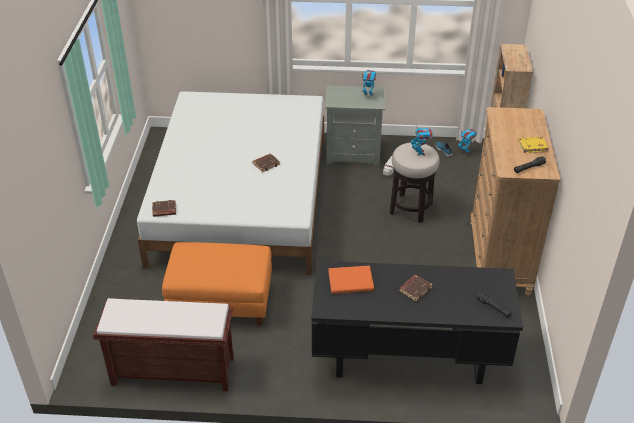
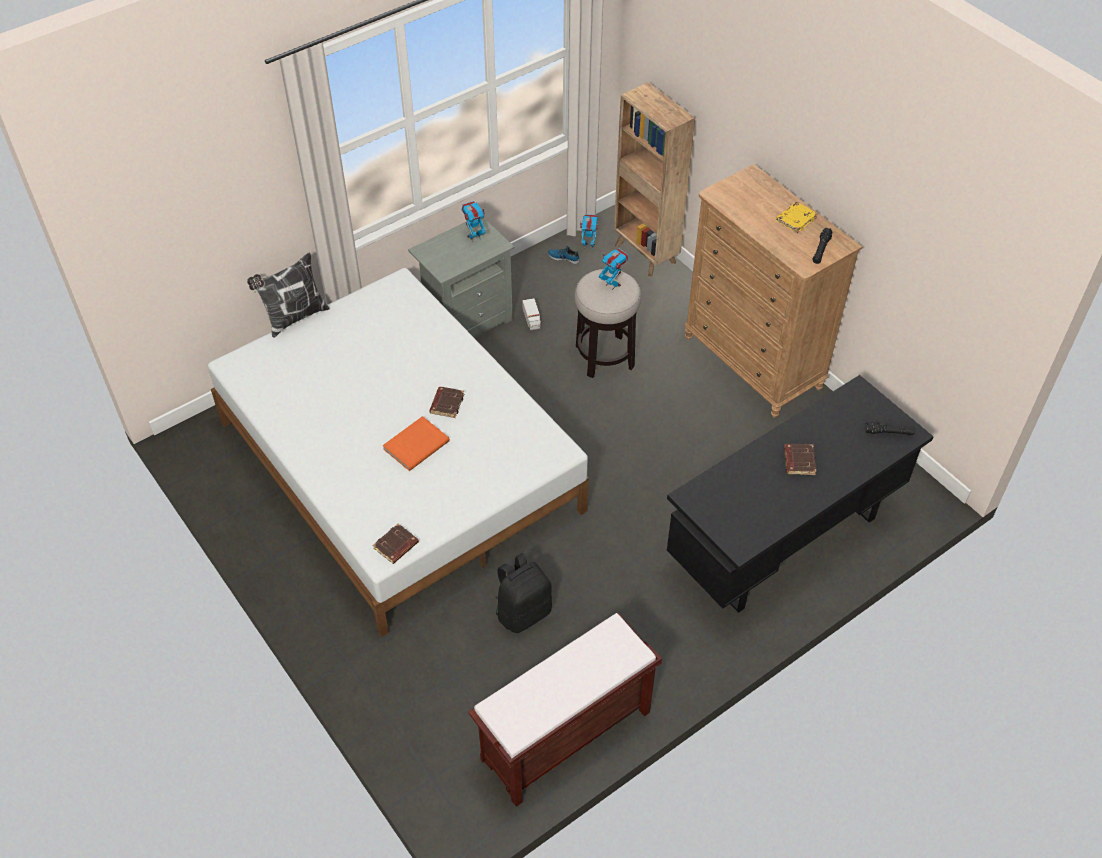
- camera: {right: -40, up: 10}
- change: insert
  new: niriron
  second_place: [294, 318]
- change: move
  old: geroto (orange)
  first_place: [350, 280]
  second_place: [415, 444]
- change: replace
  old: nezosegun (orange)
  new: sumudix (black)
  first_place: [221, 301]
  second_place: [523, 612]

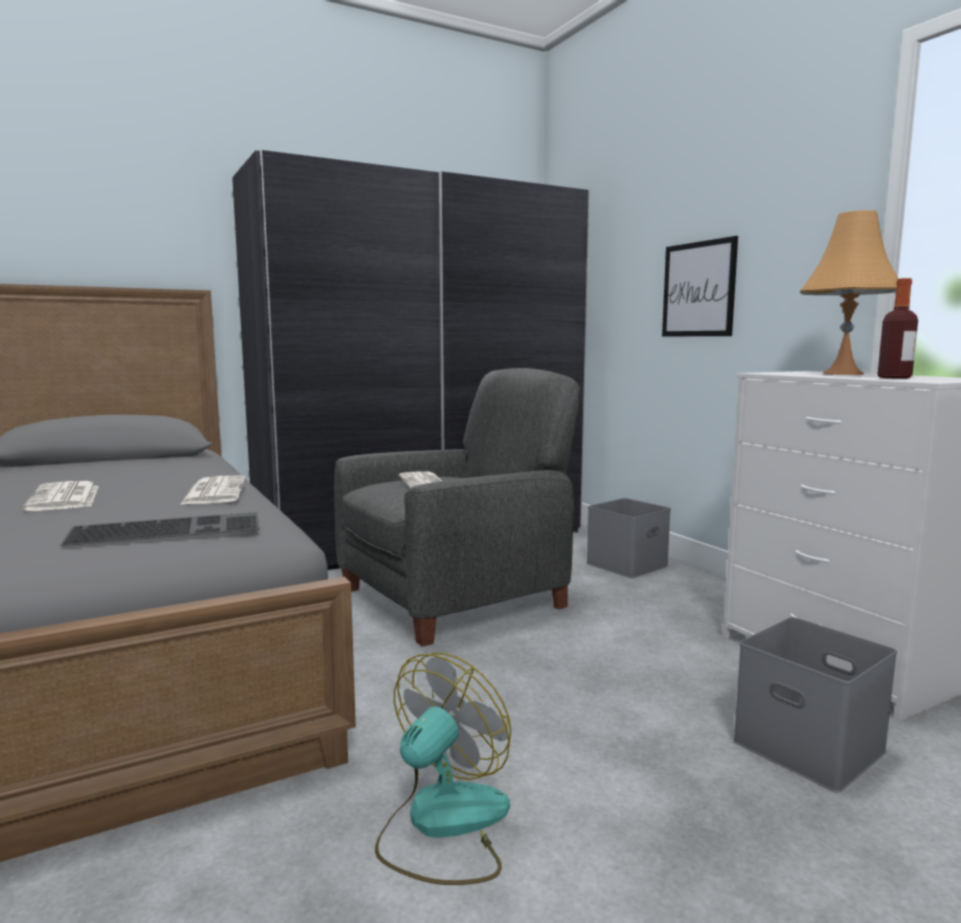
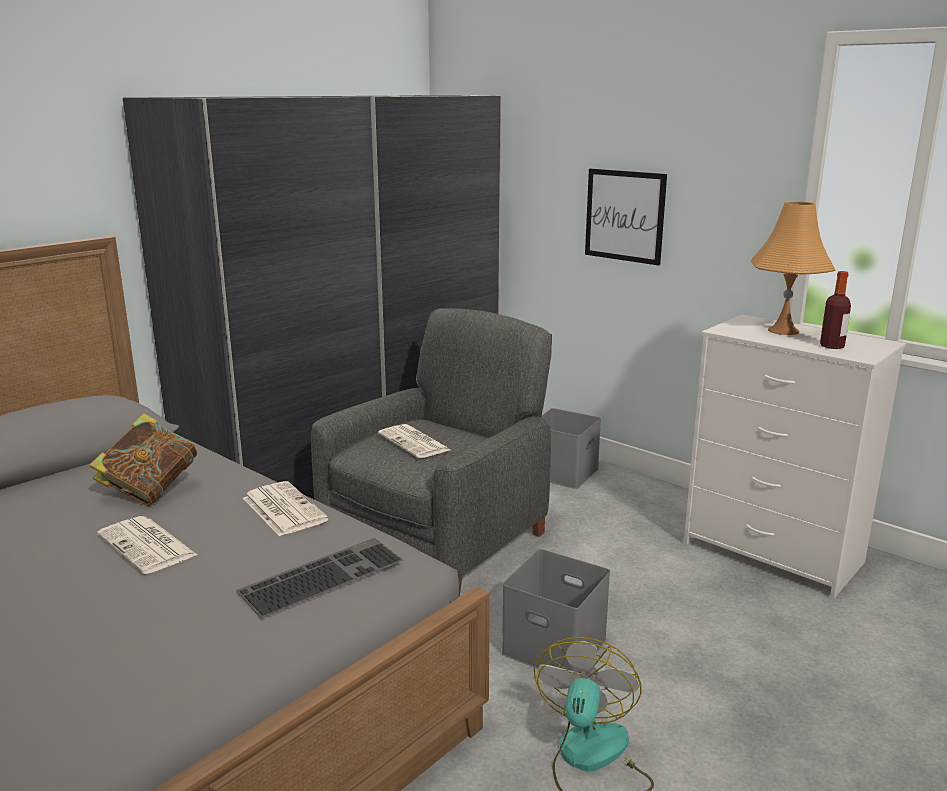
- camera: {right: -20, up: 10}
- change: insert
  new: geroto
  second_place: [150, 490]
- change: move
  old: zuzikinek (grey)
  first_place: [812, 746]
  second_place: [557, 646]

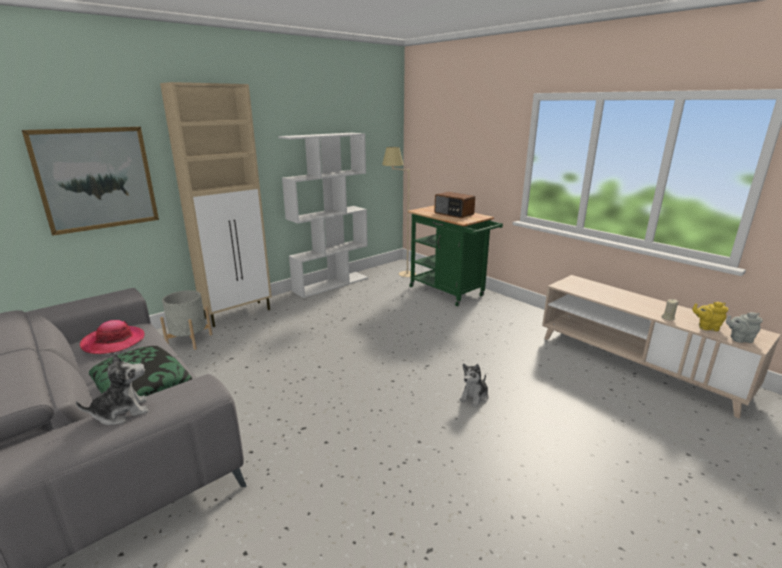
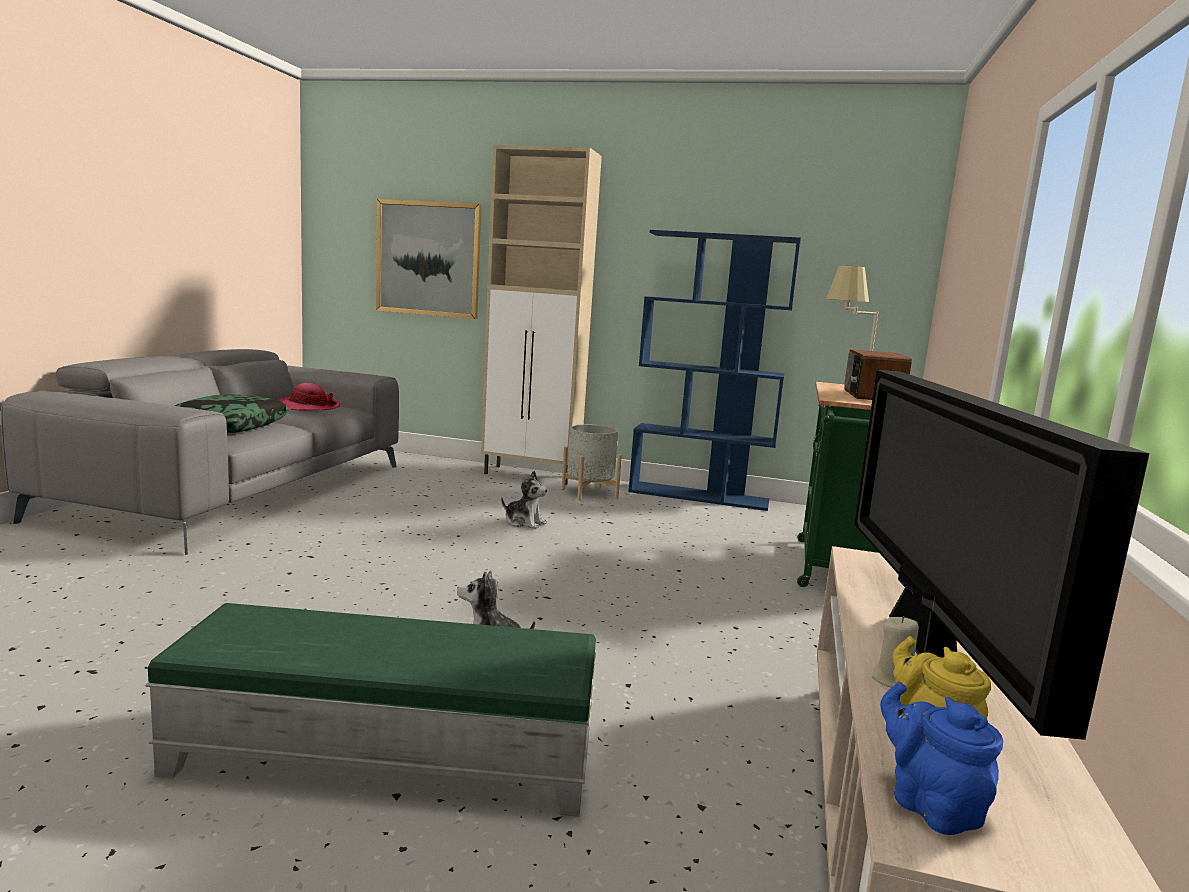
- camera: {right: 55, up: -10}
- change: insert
  new: nezosegun (green)
  second_place: [386, 753]
- change: insert
  new: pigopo
  second_place: [922, 642]
- change: move
  old: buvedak
  first_place: [122, 412]
  second_place: [524, 523]
- change: move
  old: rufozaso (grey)
  first_place: [189, 340]
  second_place: [589, 493]
- change: recolor
  old: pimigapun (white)
  new: pimigapun (blue)
  first_place: [331, 284]
  second_place: [699, 496]
- change: recolor
  old: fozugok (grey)
  new: fozugok (blue)
  first_place: [739, 339]
  second_place: [930, 805]

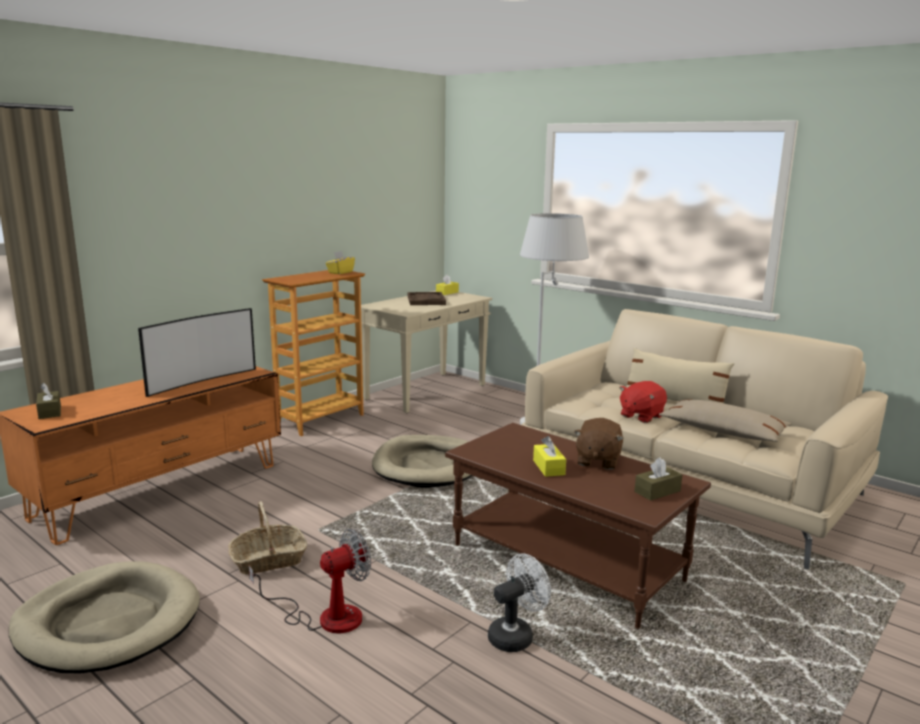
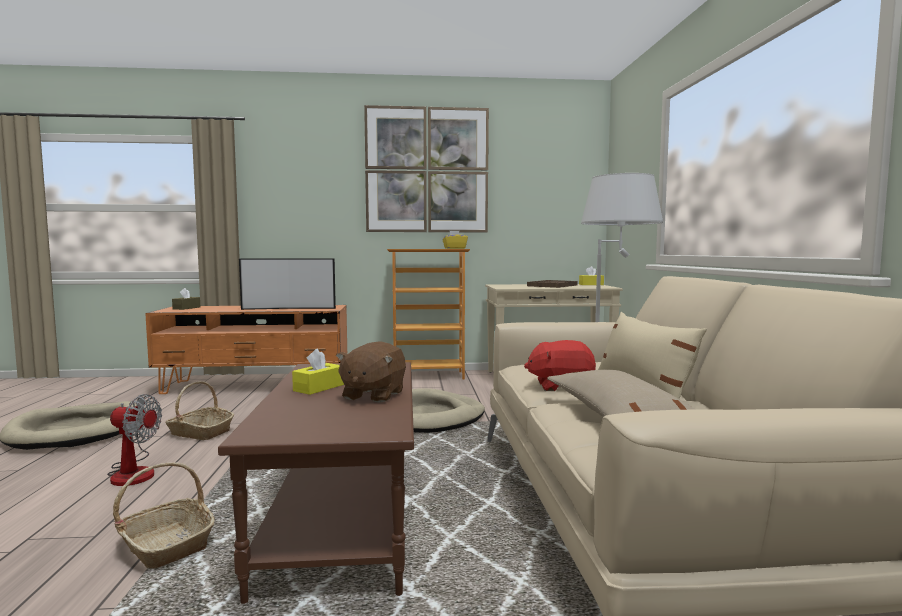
- camera: {right: 45, up: -10}
- change: delete
  old: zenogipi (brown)
  first_place: [657, 491]
- change: insert
  new: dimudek
  second_place: [427, 170]
- change: replace
  old: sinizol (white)
  new: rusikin
  first_place: [515, 635]
  second_place: [165, 545]
- change: rotate
  old: buvedak (brown)
  first_place: [597, 461]
  second_place: [372, 395]
  degrees: -45

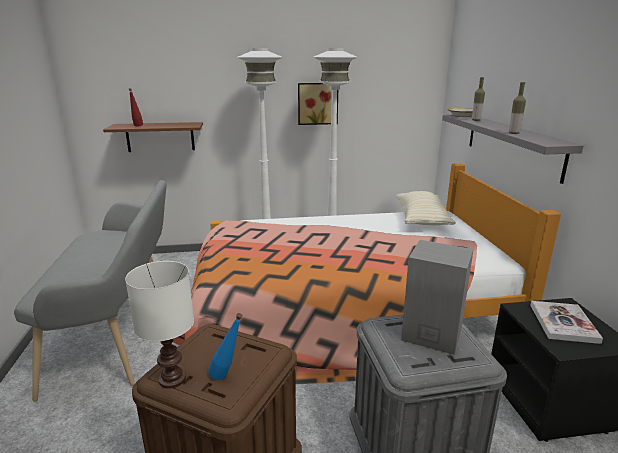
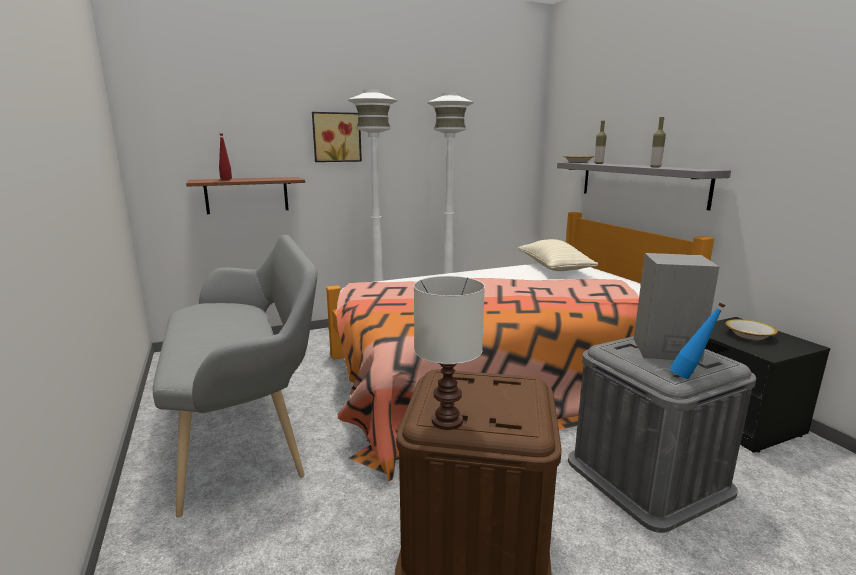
- camera: {right: -15, up: -5}
- change: move
  old: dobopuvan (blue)
  first_place: [228, 377]
  second_place: [690, 376]
- change: move
  old: dimudek
  first_place: [317, 103]
  second_place: [336, 137]
- change: replace
  old: geroto
  new: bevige
  first_place: [563, 323]
  second_place: [749, 335]

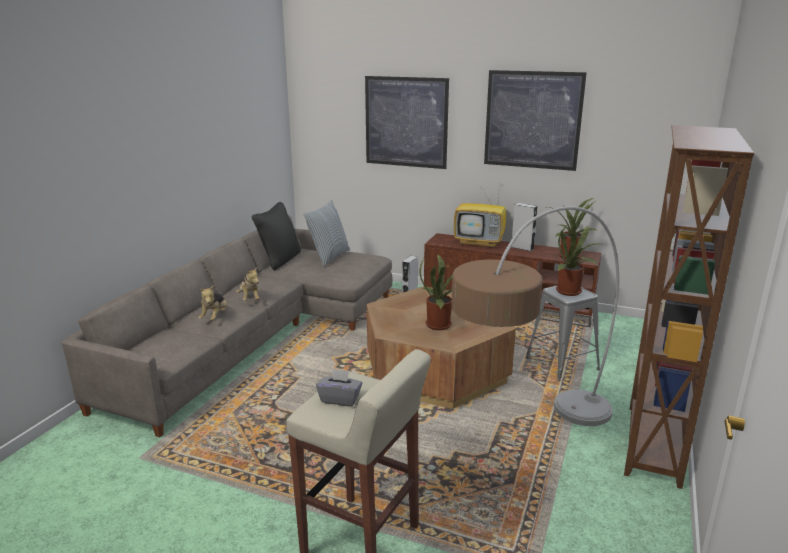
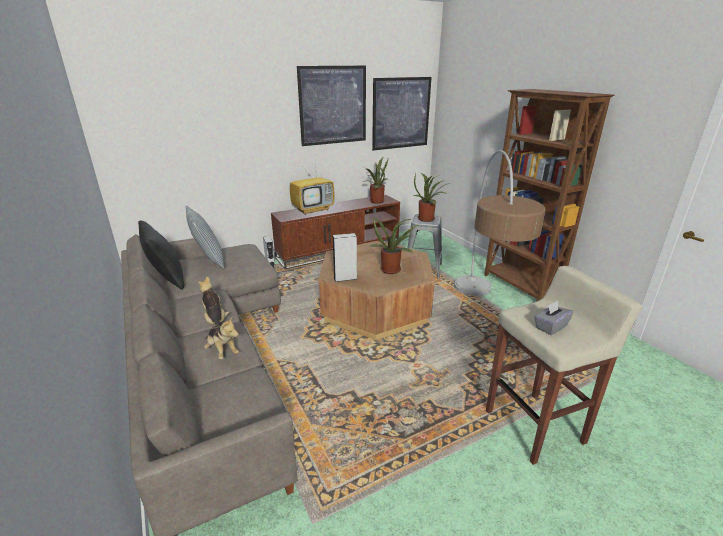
- camera: {right: -50, up: 5}
- change: move
  old: dimudek
  first_place: [406, 122]
  second_place: [401, 113]
- change: move
  old: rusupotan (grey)
  first_place: [522, 248]
  second_place: [345, 278]
- change: rotate
  old: buvedak
  first_place: [249, 298]
  second_place: [215, 320]
  degrees: -135

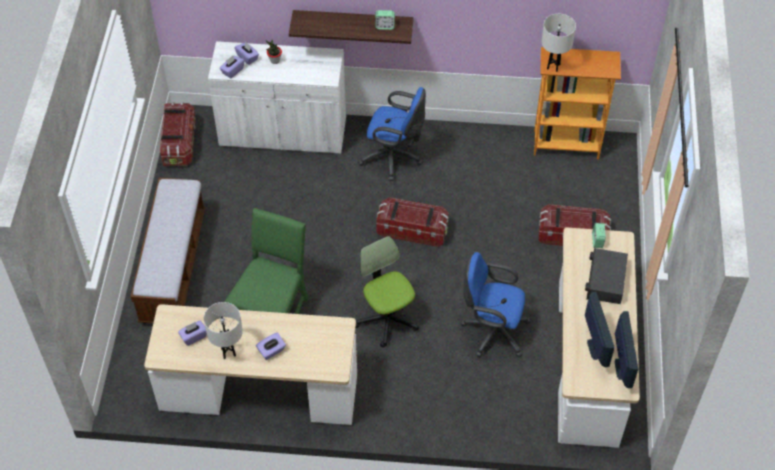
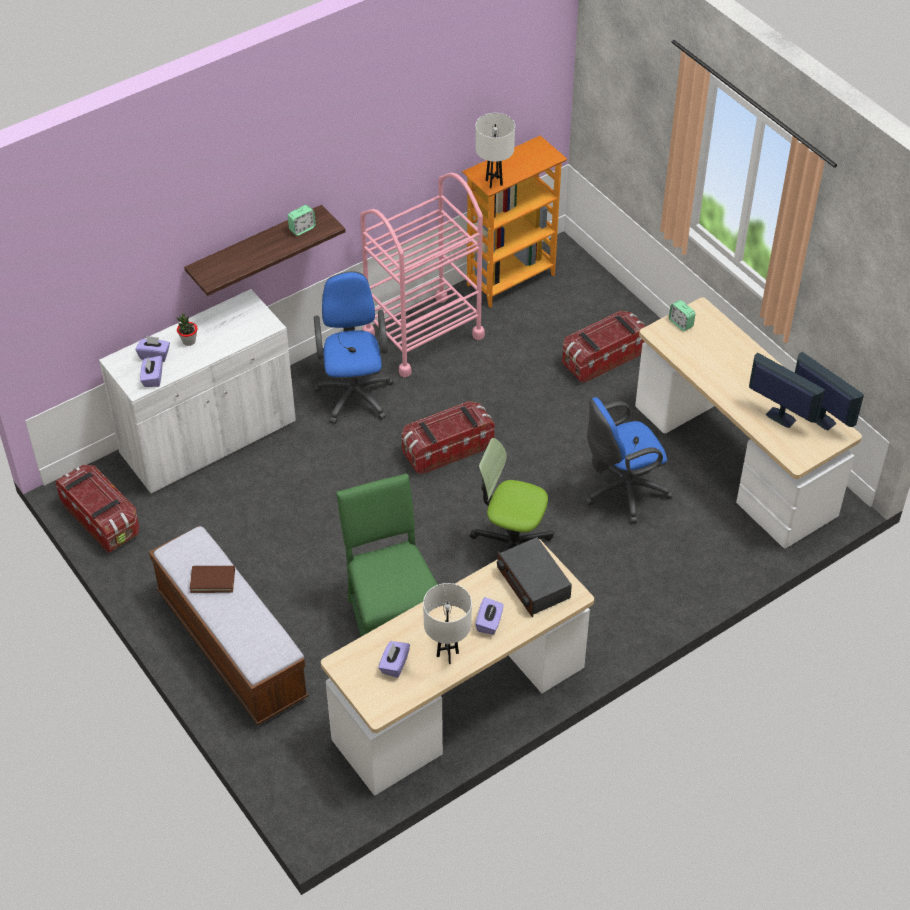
- camera: {right: -40, up: -5}
- change: insert
  new: geroto (brown)
  second_place: [212, 580]
- change: insert
  new: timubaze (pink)
  second_place: [423, 335]
- change: move
  old: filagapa
  first_place: [605, 281]
  second_place: [533, 583]
- change: rotate
  old: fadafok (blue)
  first_place: [394, 158]
  second_place: [354, 392]
  degrees: -75

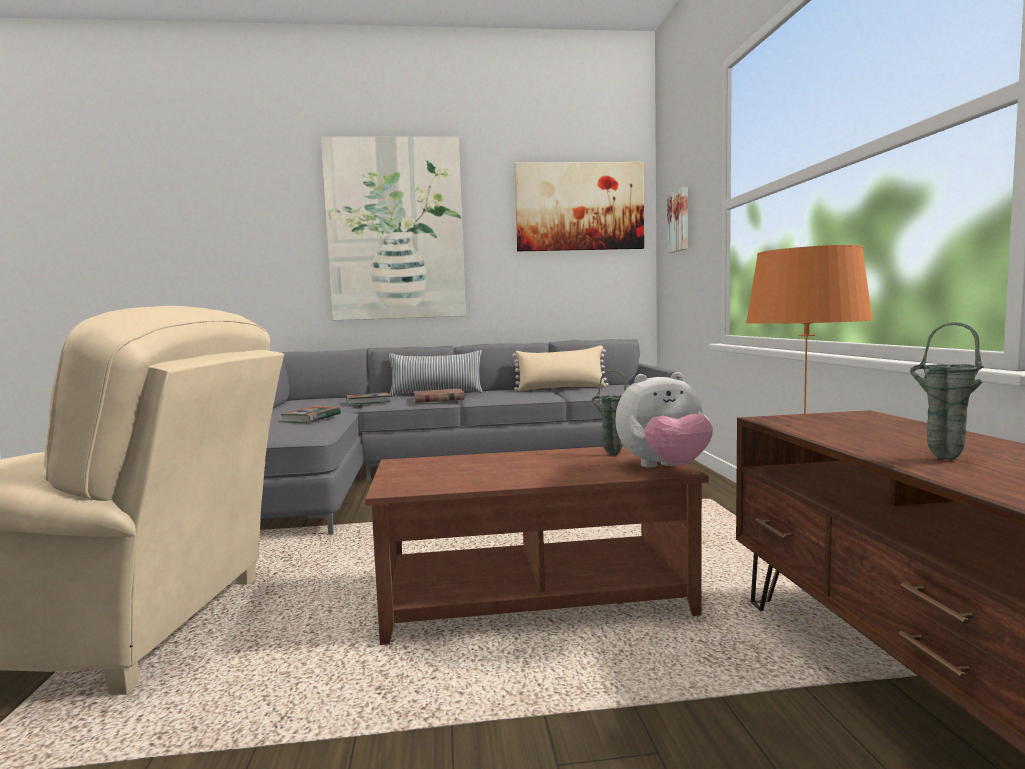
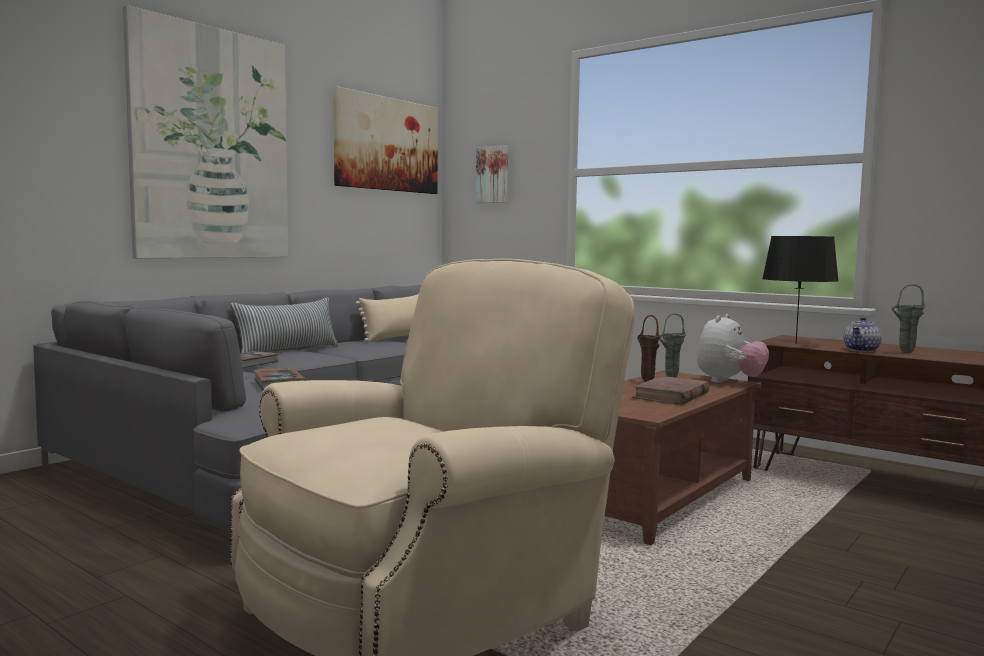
- camera: {right: -45, up: 0}
- change: insert
  new: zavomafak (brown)
  second_place: [646, 381]
- change: insert
  new: fozugok
  second_place: [862, 350]
- change: move
  old: geroto (brown)
  first_place: [438, 399]
  second_place: [671, 395]
- change: recolor
  old: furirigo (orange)
  new: furirigo (black)
  first_place: [805, 424]
  second_place: [796, 344]

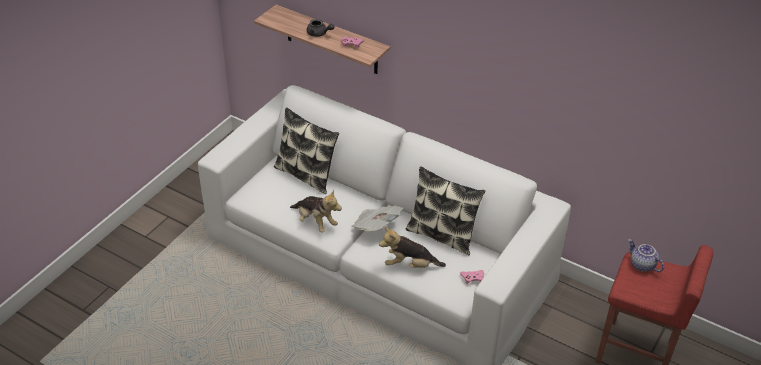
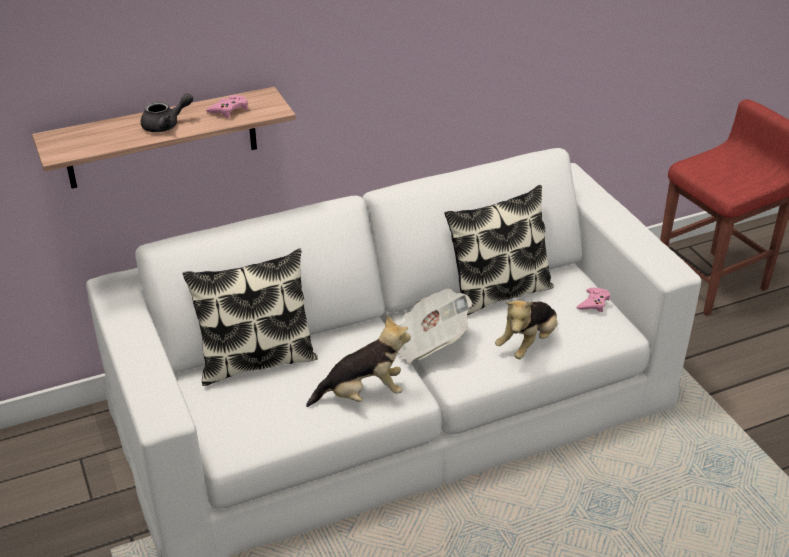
- camera: {right: -55, up: -5}
- change: delete
  old: fozugok
  first_place: [641, 265]

